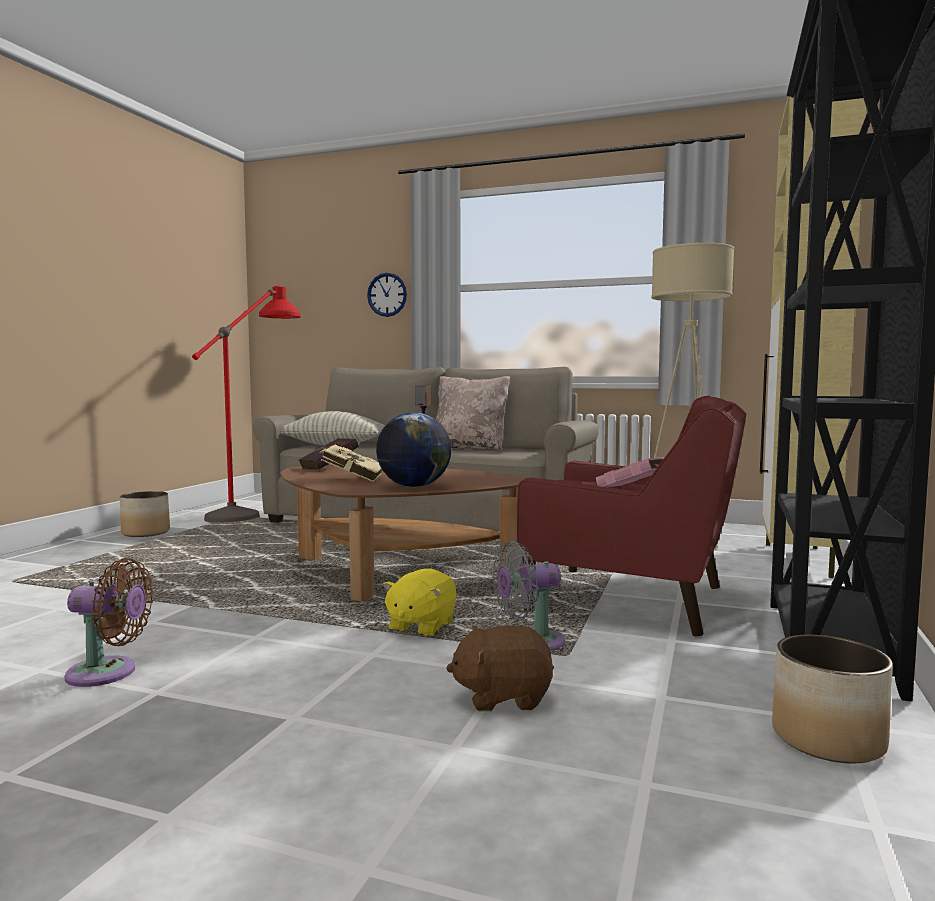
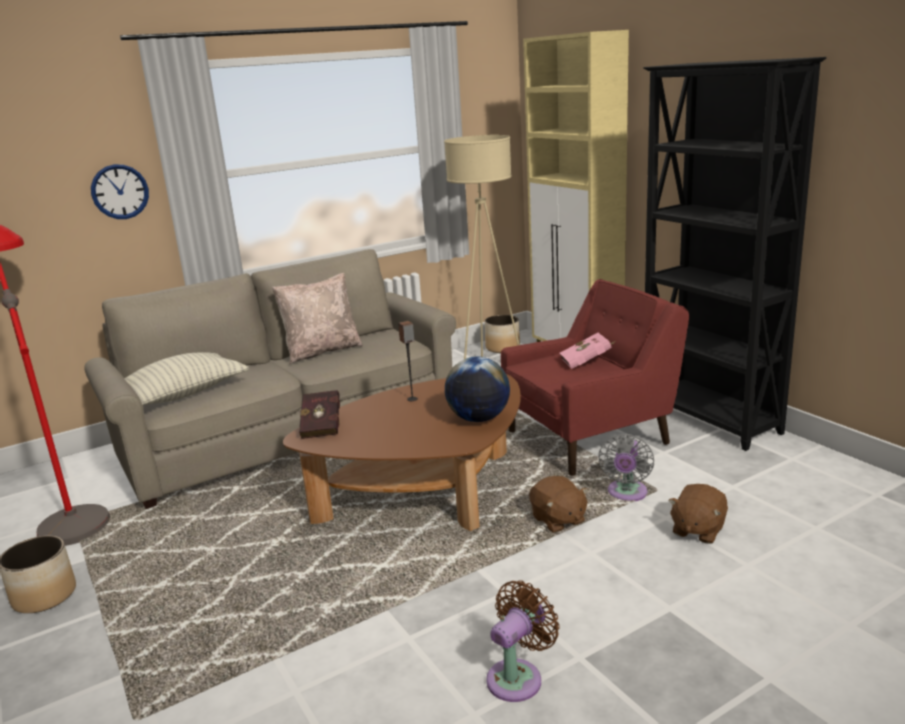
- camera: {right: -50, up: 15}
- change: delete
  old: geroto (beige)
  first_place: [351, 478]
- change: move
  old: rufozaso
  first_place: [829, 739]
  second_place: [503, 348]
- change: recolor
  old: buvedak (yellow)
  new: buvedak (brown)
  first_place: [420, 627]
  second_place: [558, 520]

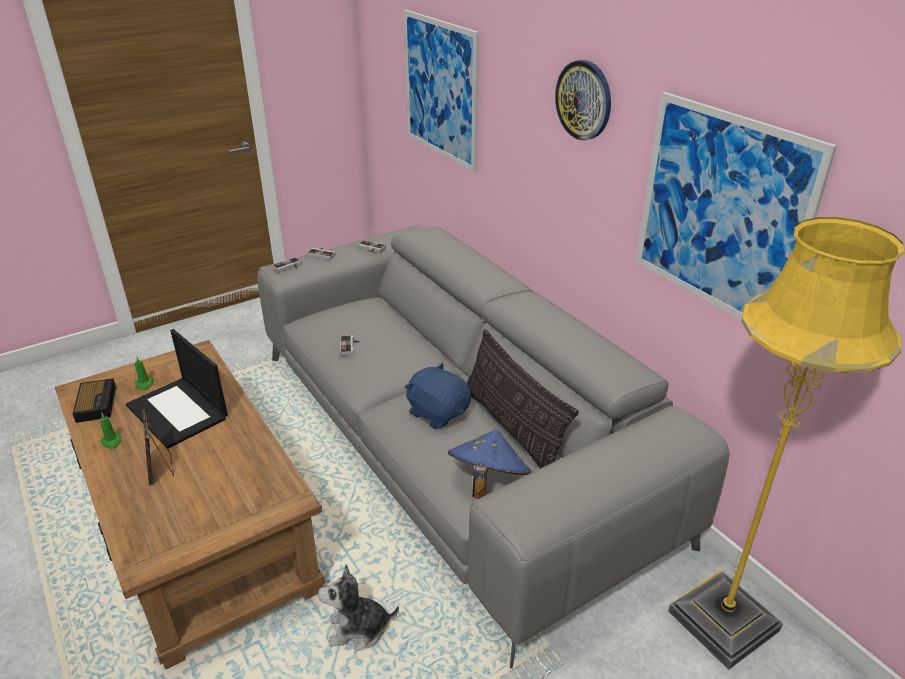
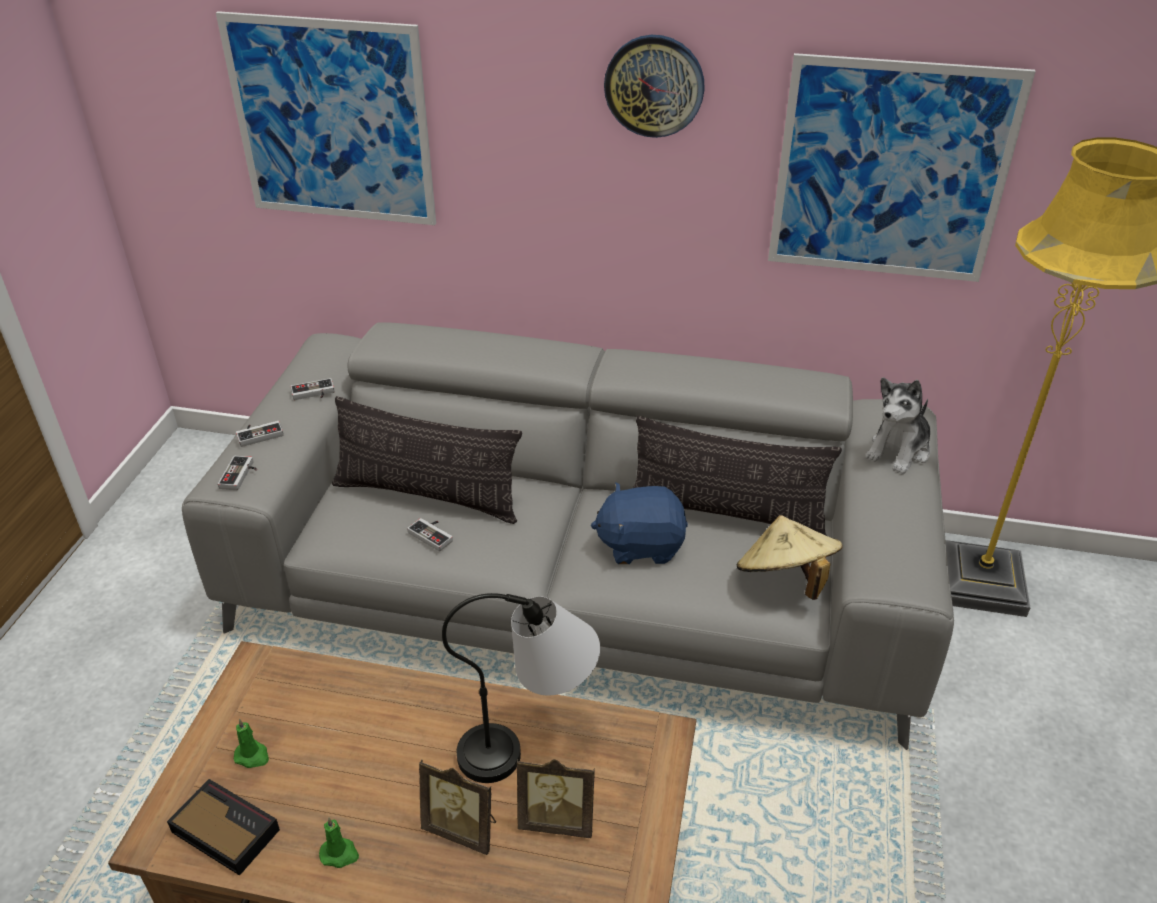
- camera: {right: -45, up: 5}
- change: delete
  old: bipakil
  first_place: [179, 412]
- change: insert
  new: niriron
  second_place: [427, 495]
- change: insert
  new: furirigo
  second_place: [531, 744]
- change: insert
  new: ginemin
  second_place: [557, 820]
- change: move
  old: buvedak
  first_place: [358, 629]
  second_place: [899, 451]
- change: recolor
  old: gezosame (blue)
  new: gezosame (beige)
  first_place: [487, 481]
  second_place: [785, 579]

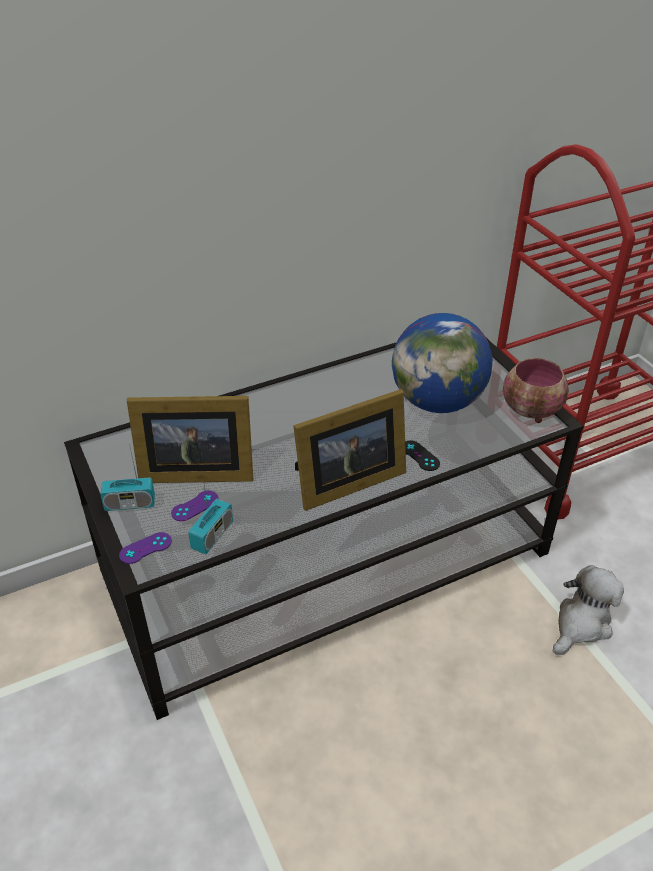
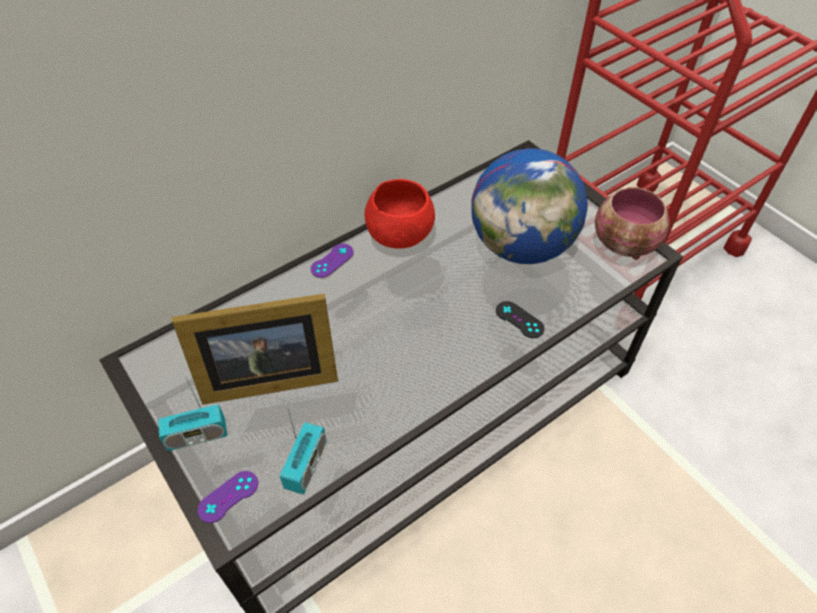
- camera: {right: -10, up: 10}
- change: delete
  old: ginemin
  first_place: [345, 482]
- change: delete
  old: buvedak
  first_place: [581, 624]
- change: insert
  new: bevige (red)
  second_place: [399, 235]
- change: move
  old: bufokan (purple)
  first_place: [195, 506]
  second_place: [332, 260]

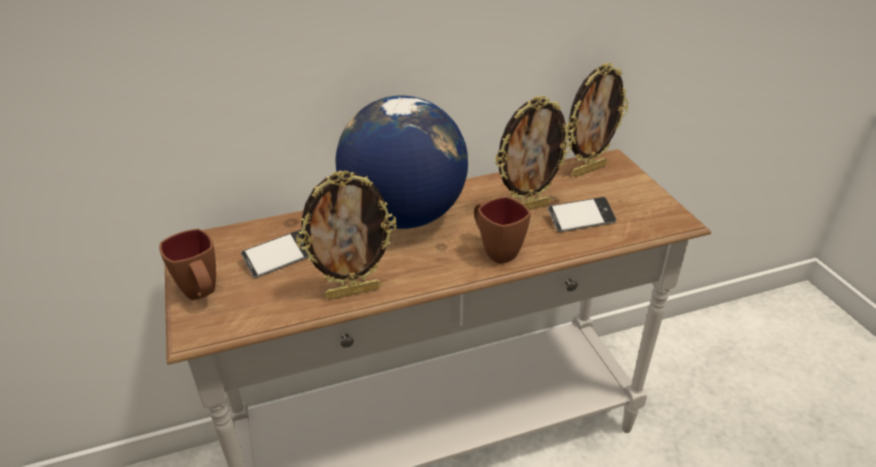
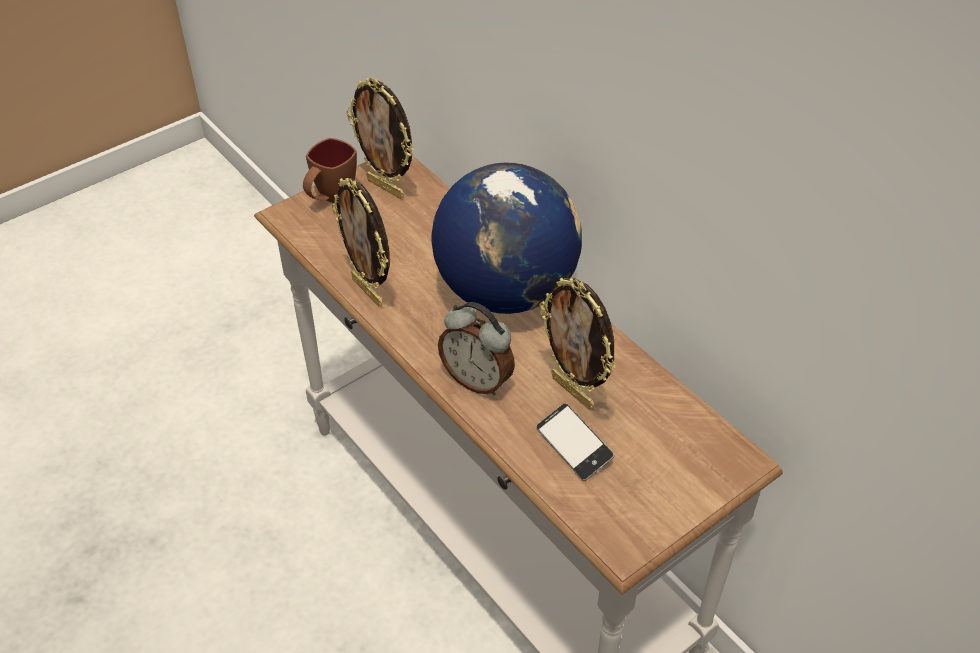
- camera: {right: 70, up: 10}
- change: delete
  old: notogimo
  first_place: [280, 258]
- change: move
  old: ginemin
  first_place: [588, 170]
  second_place: [386, 188]
- change: replace
  old: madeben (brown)
  new: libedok
  first_place: [496, 250]
  second_place: [477, 380]

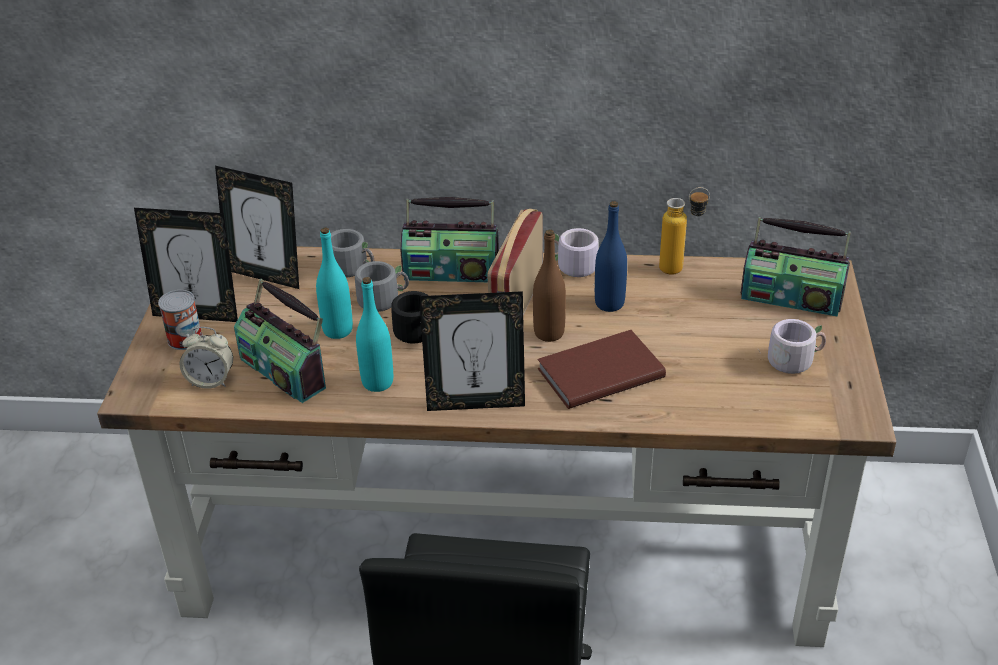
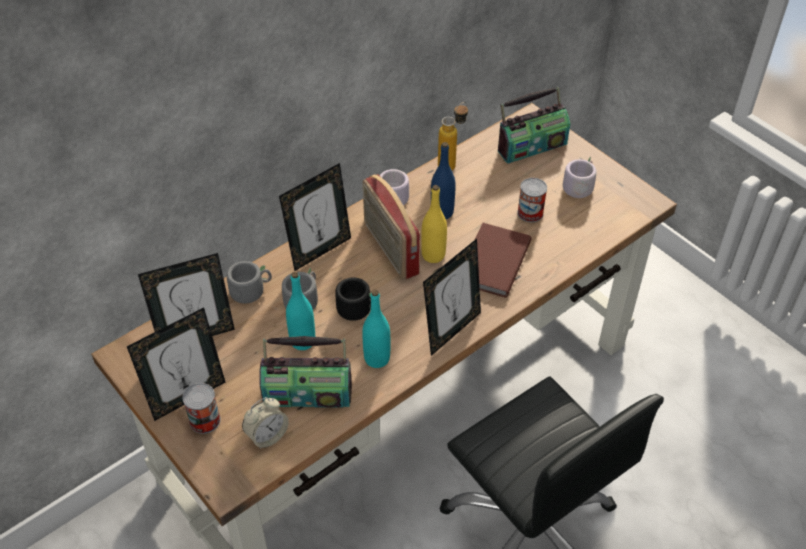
- camera: {right: -45, up: 10}
- change: insert
  new: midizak
  second_place: [530, 213]
- change: replace
  old: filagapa
  new: ginemin
  first_place: [451, 271]
  second_place: [319, 251]
- change: recolor
  old: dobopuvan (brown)
  new: dobopuvan (yellow)
  first_place: [549, 333]
  second_place: [433, 255]

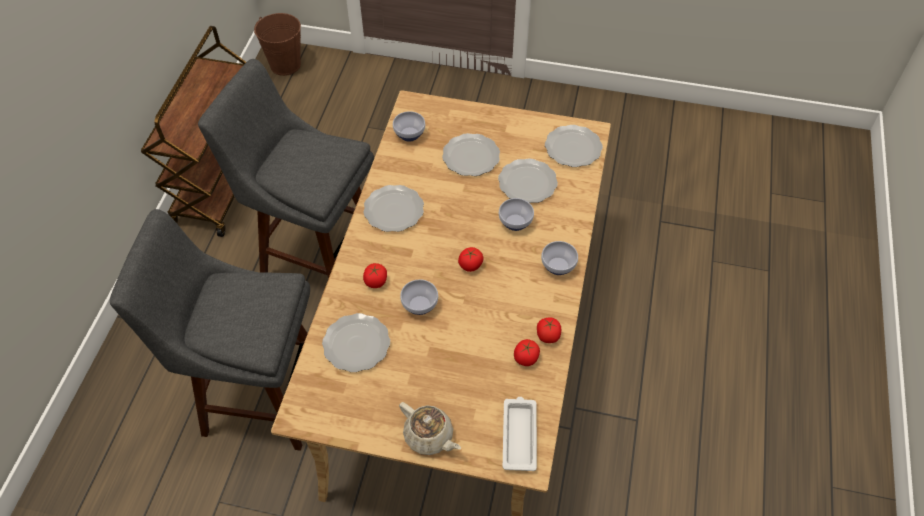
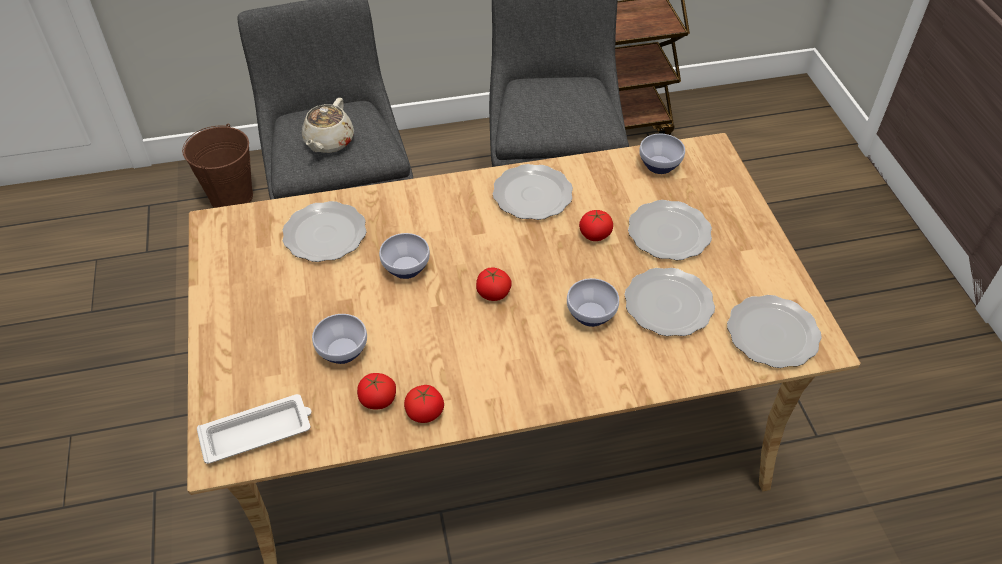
- camera: {right: 65, up: -5}
- change: move
  old: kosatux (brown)
  first_place: [285, 65]
  second_place: [232, 196]
- change: move
  old: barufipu
  first_place: [376, 281]
  second_place: [595, 235]
- change: move
  old: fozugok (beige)
  first_place: [429, 436]
  second_place: [329, 142]
- change: move
  old: bevige
  first_place: [559, 267]
  second_place: [342, 352]

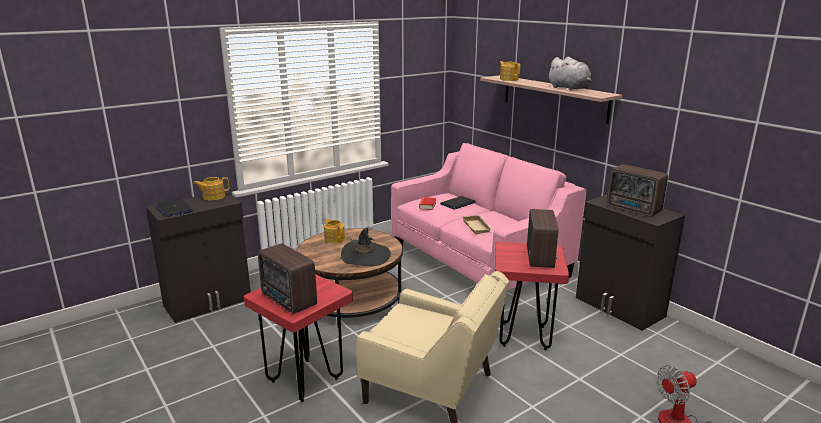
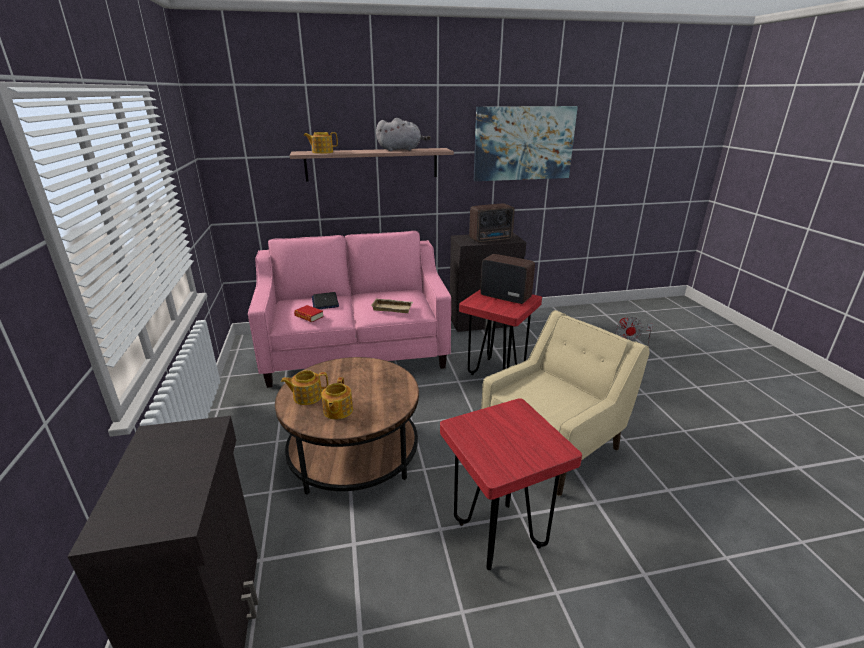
- camera: {right: -65, up: 5}
- change: delete
  old: bipakil
  first_place: [174, 209]
- change: delete
  old: filagapa
  first_place: [289, 301]
- change: delete
  old: gezosame (black)
  first_place: [365, 256]
- change: insert
  new: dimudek
  second_place: [523, 143]
- change: move
  old: fozugok
  first_place: [213, 197]
  second_place: [337, 411]

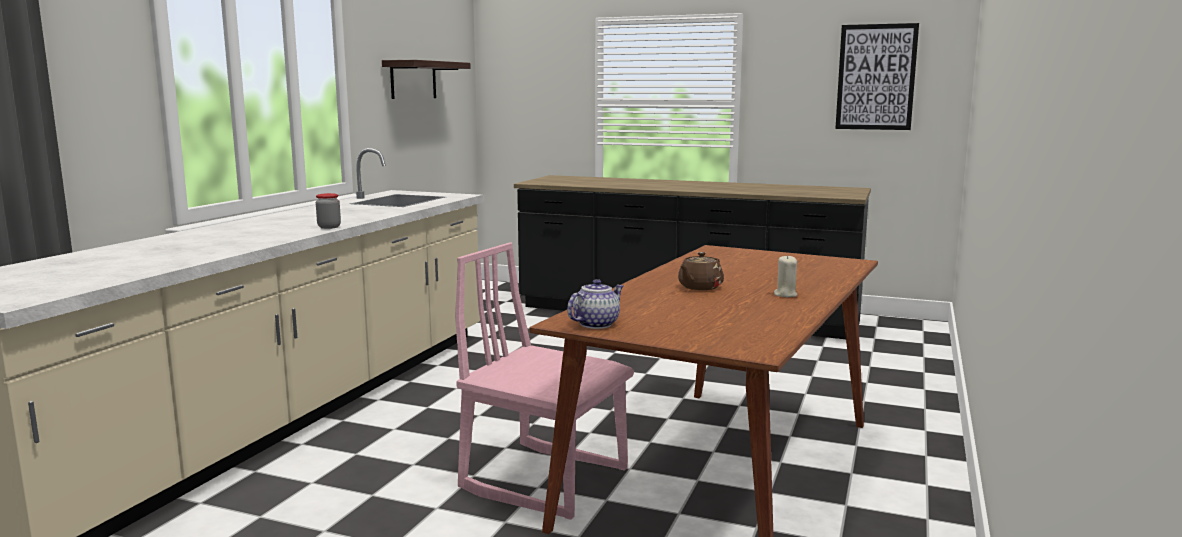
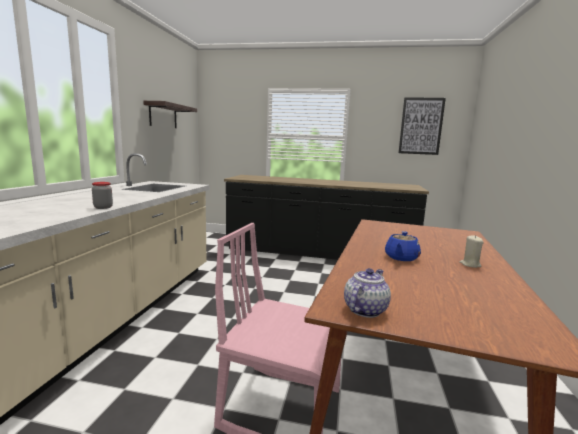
- camera: {right: -10, up: 0}
- change: recolor
  old: fozugok (brown)
  new: fozugok (blue)
  first_place: [699, 287]
  second_place: [401, 258]

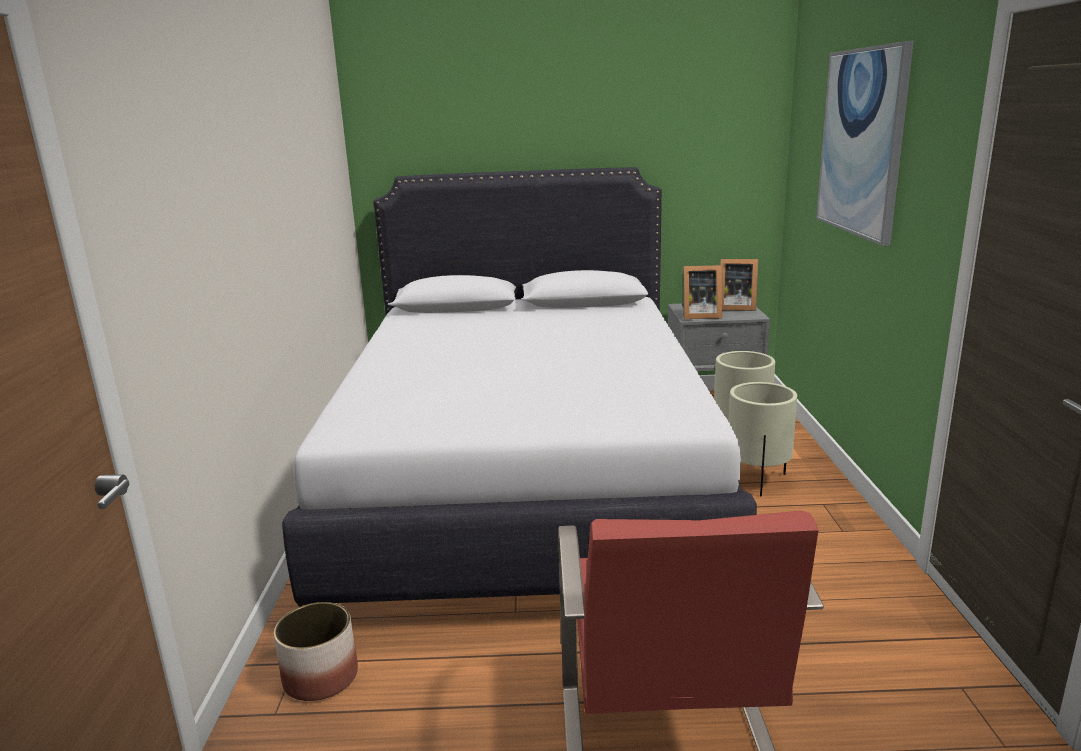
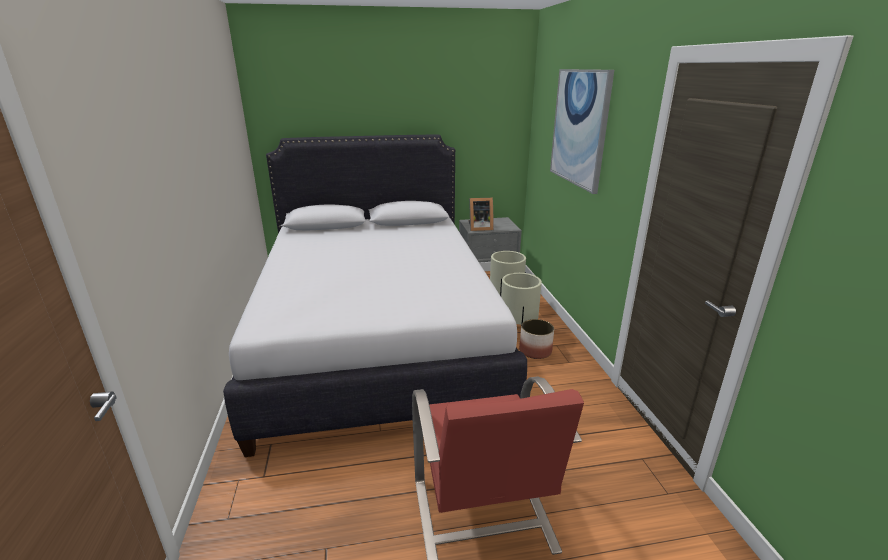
- camera: {right: -10, up: 5}
- change: delete
  old: ginemin
  first_place: [735, 307]
- change: move
  old: rufozaso
  first_place: [321, 678]
  second_place: [535, 351]

